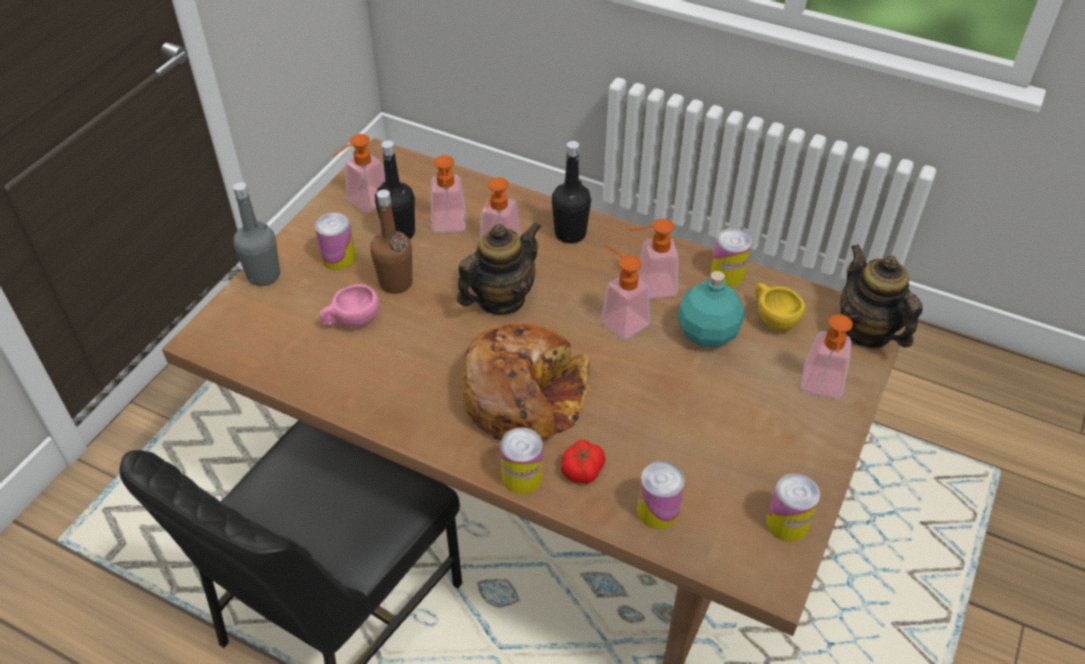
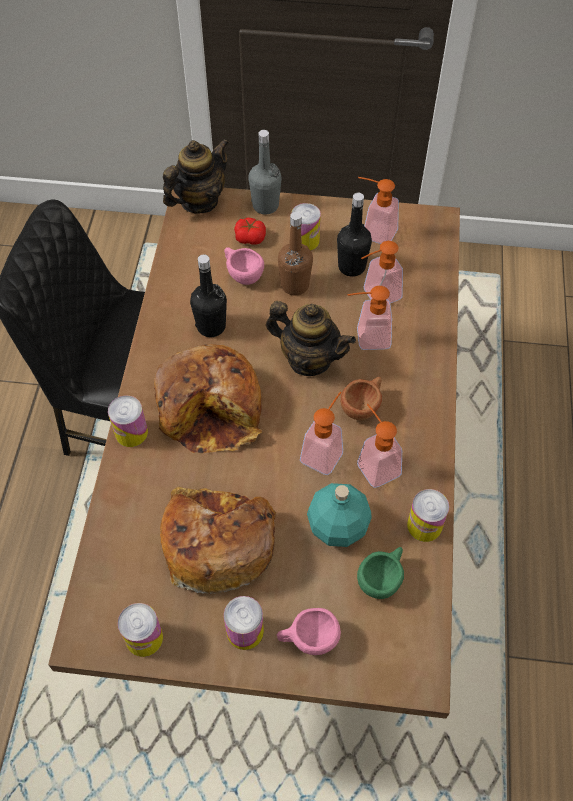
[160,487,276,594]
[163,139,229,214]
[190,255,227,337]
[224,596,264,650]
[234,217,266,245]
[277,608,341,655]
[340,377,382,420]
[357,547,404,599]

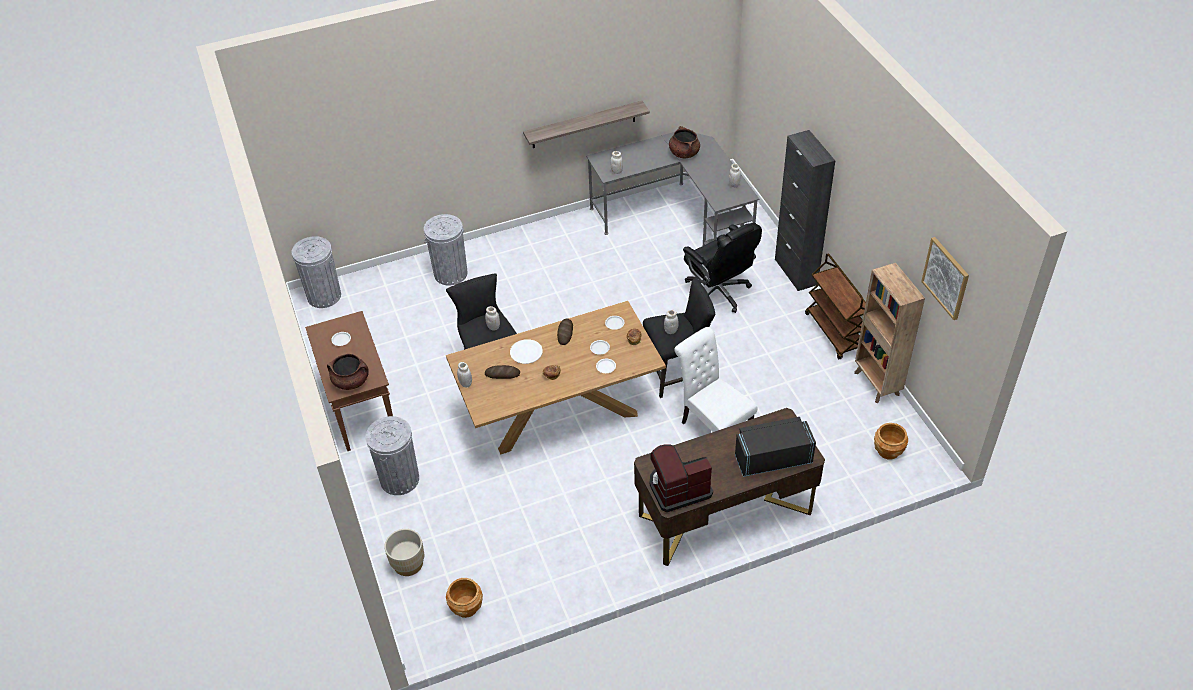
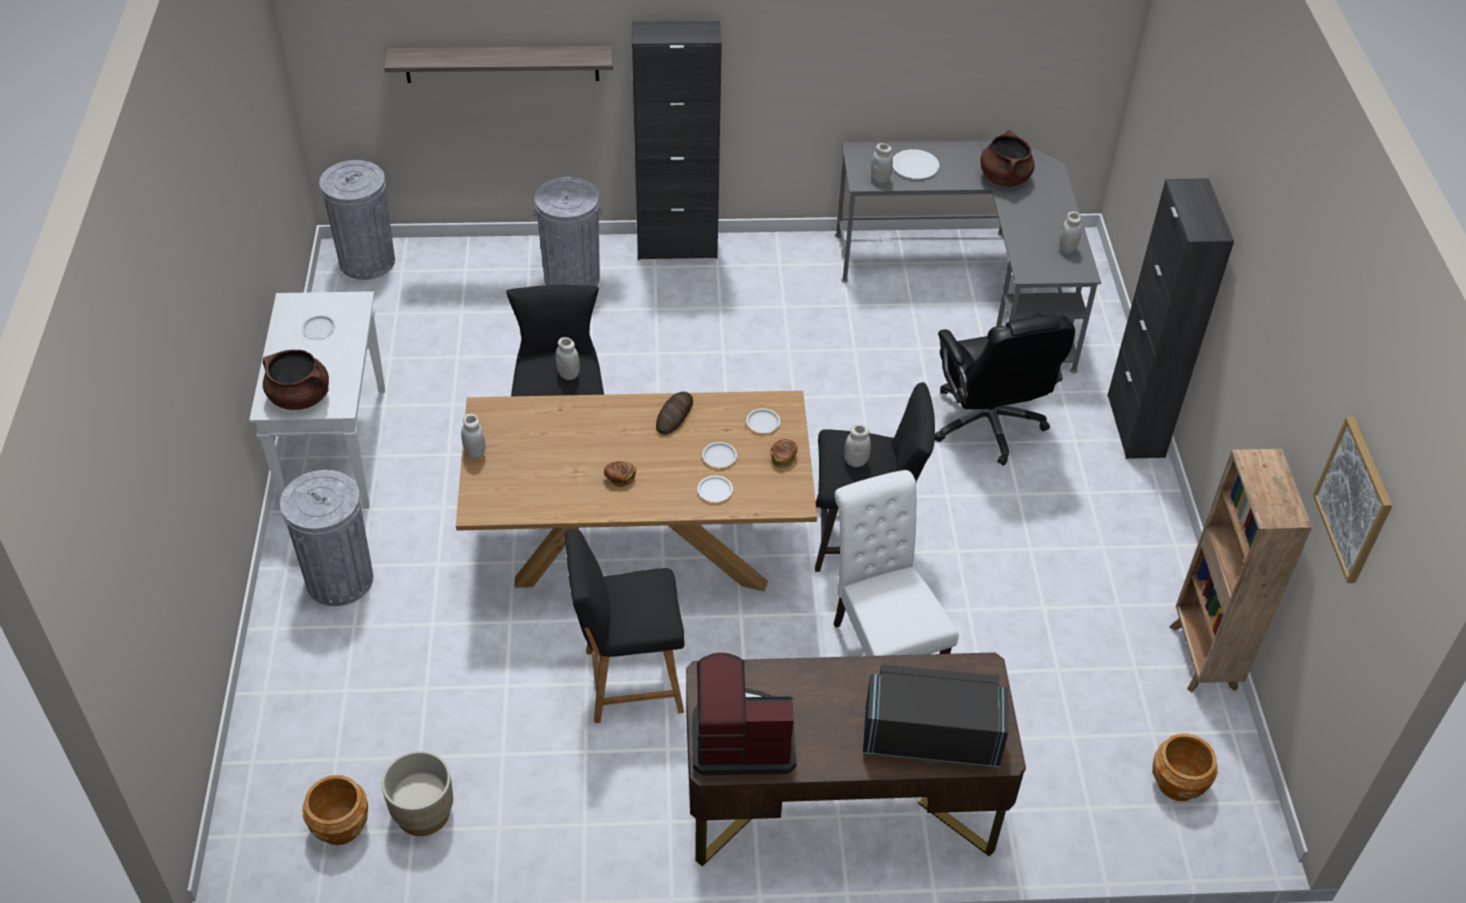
[249,291,385,509]
[382,751,453,836]
[384,46,613,83]
[565,529,685,723]
[632,21,722,260]
[893,149,940,179]
[485,365,520,379] (first image)
[805,253,866,359] (first image)

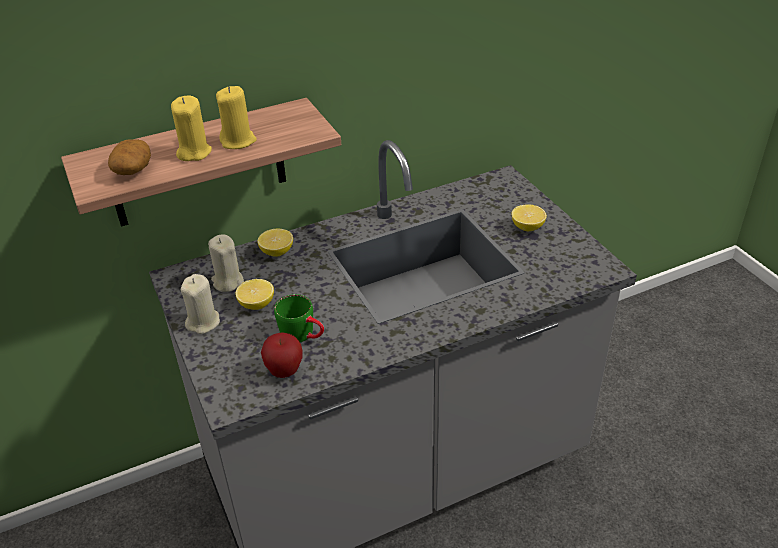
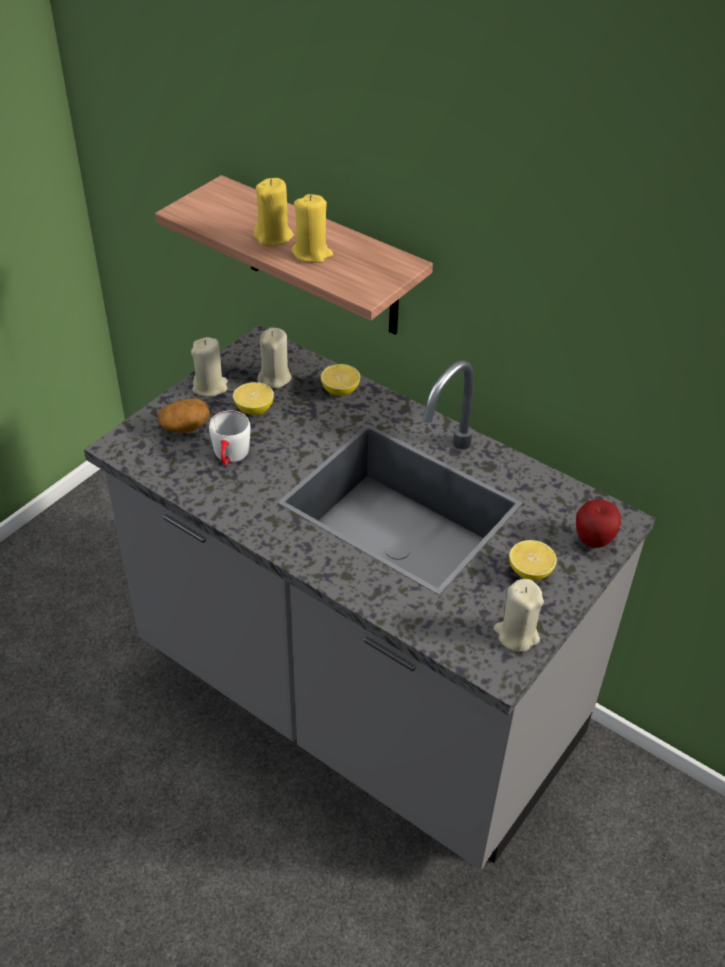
[158,398,210,433]
[209,410,250,466]
[494,579,544,652]
[576,500,621,548]

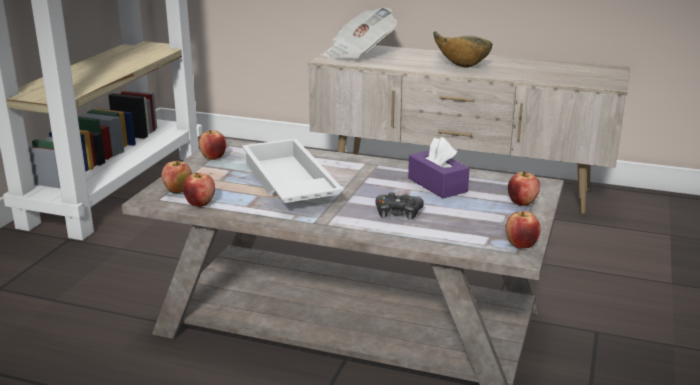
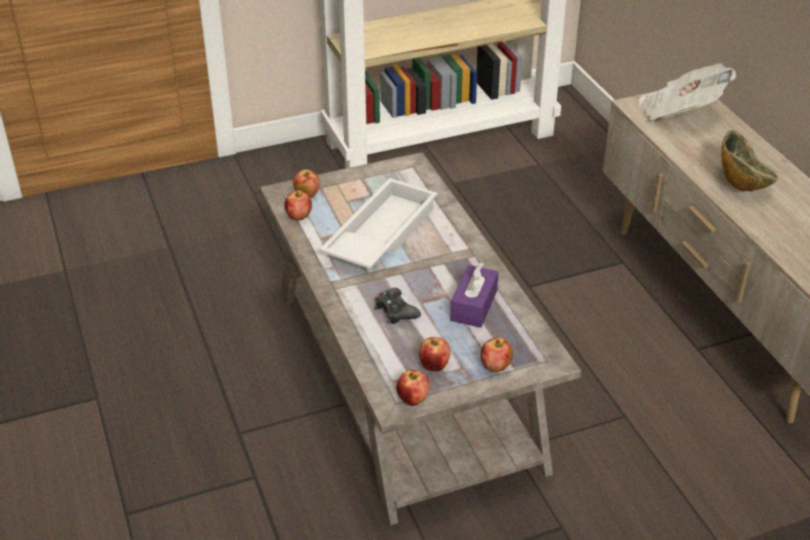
[419,337,451,372]

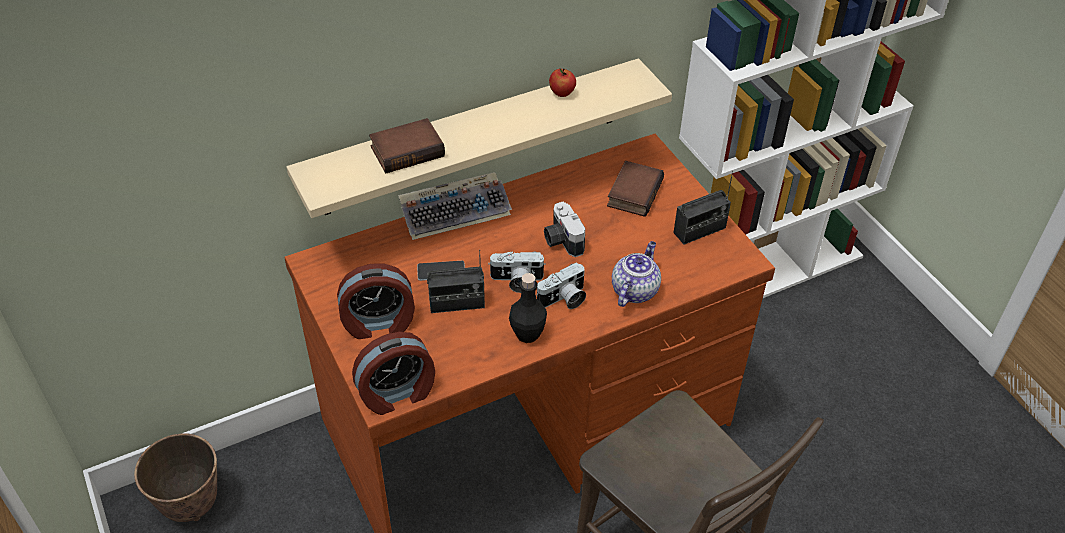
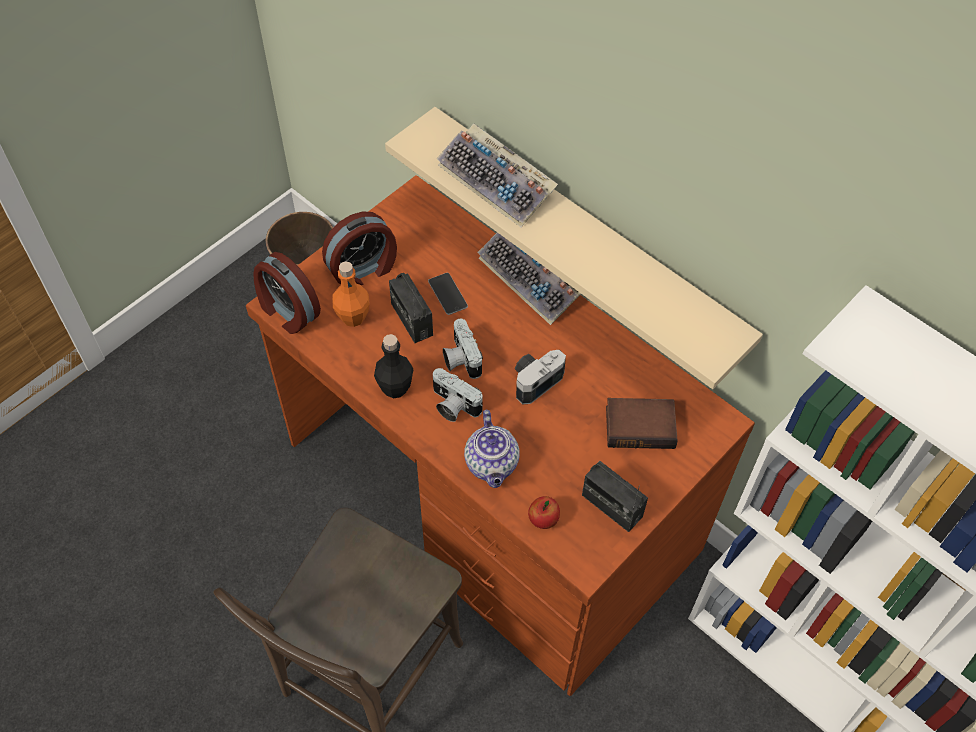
[322,211,397,285]
[332,261,370,327]
[437,124,558,227]
[464,410,520,488]
[528,496,560,529]

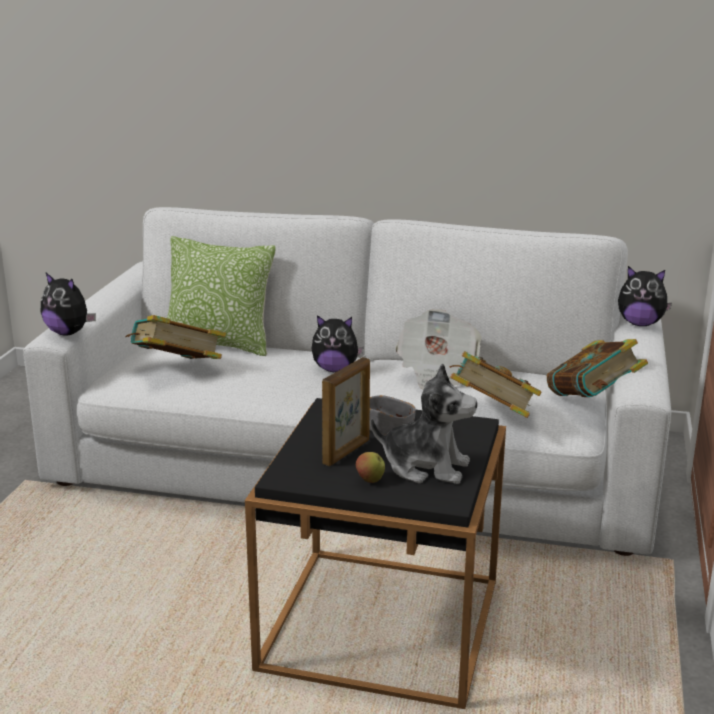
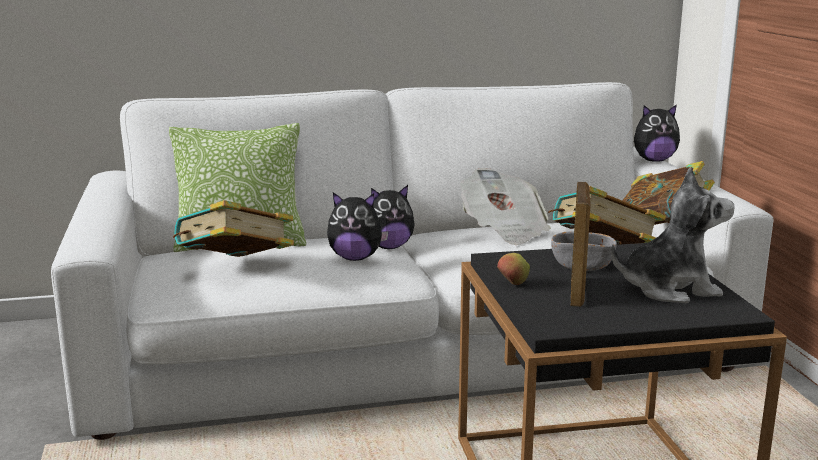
[327,192,389,261]
[497,253,530,285]

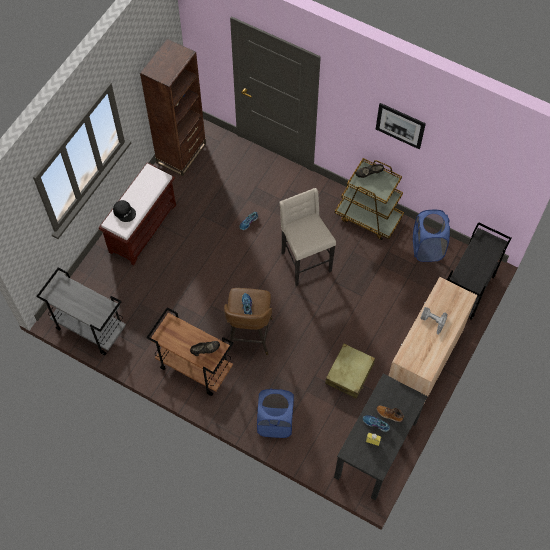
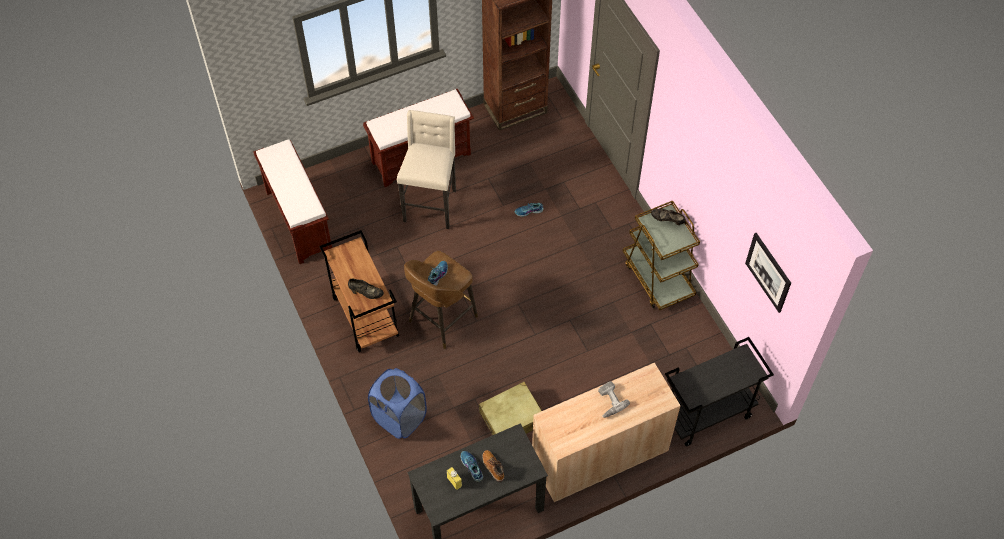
[253,139,333,264]
[397,110,456,229]
[745,233,791,313]
[113,200,136,222] (first image)
[413,210,450,262] (first image)

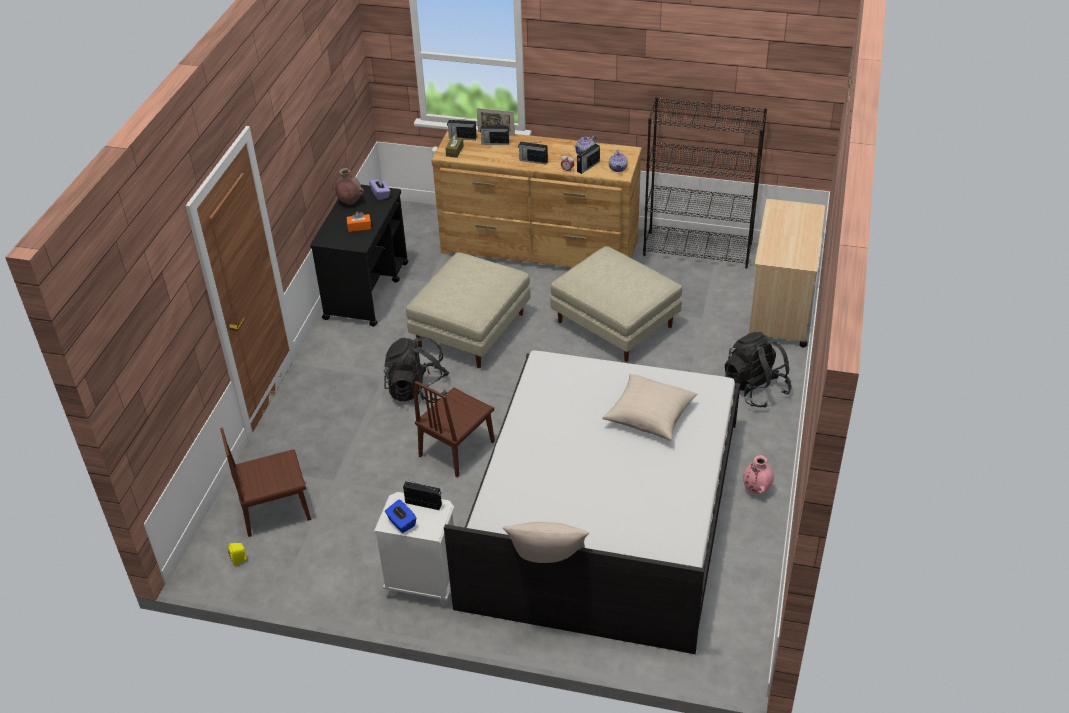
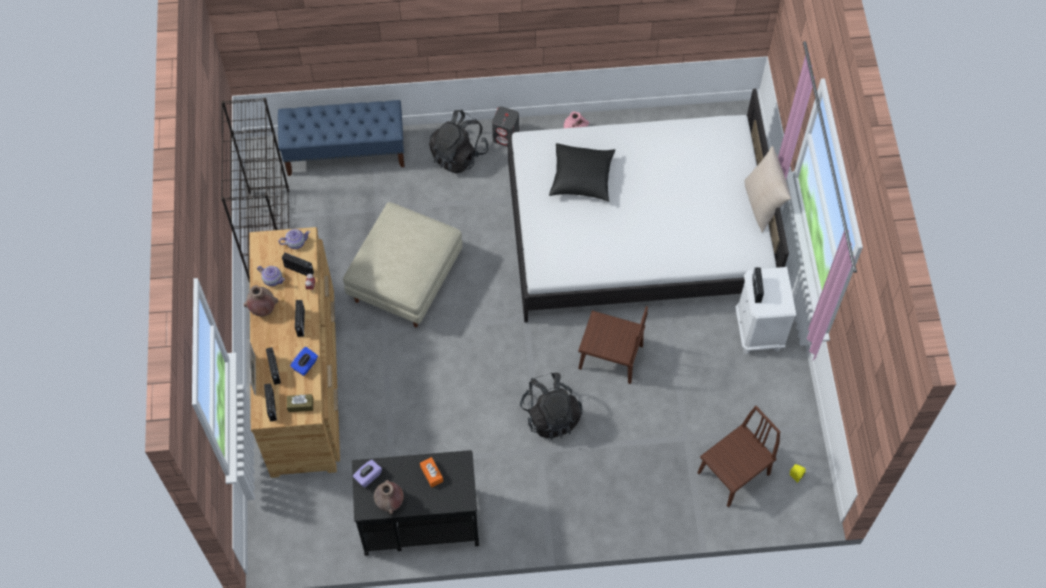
[244,285,278,316]
[278,100,405,176]
[290,347,318,376]
[492,106,519,147]
[549,143,615,202]
[697,406,781,507]
[406,252,530,368] (first image)

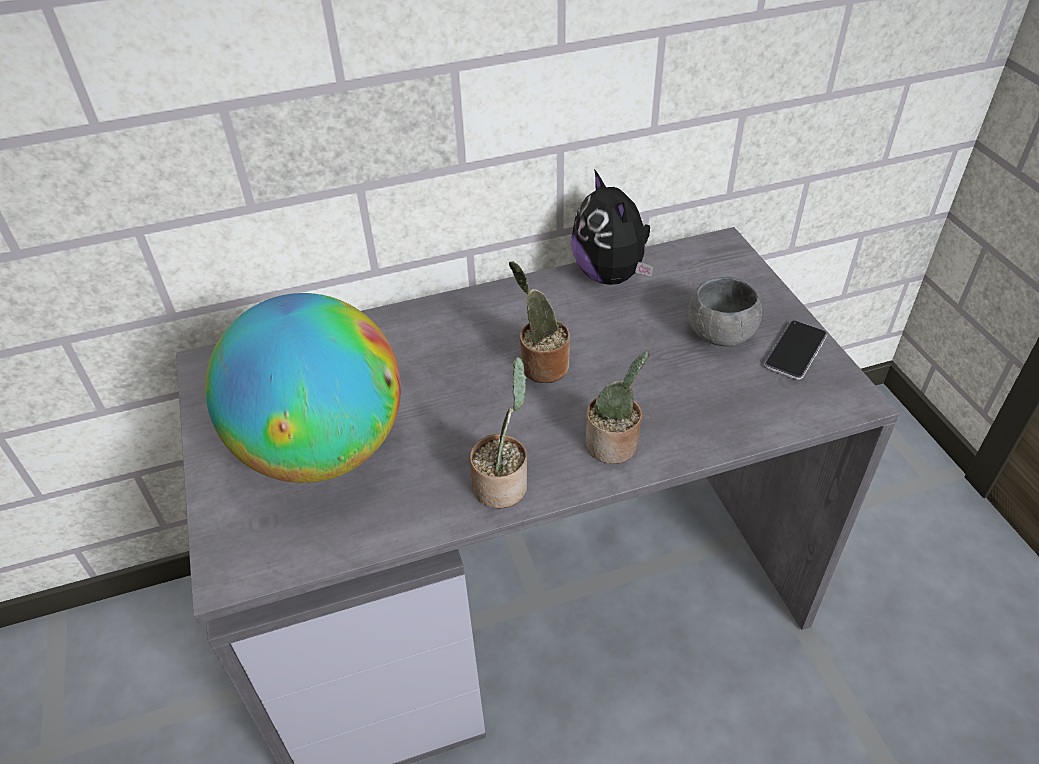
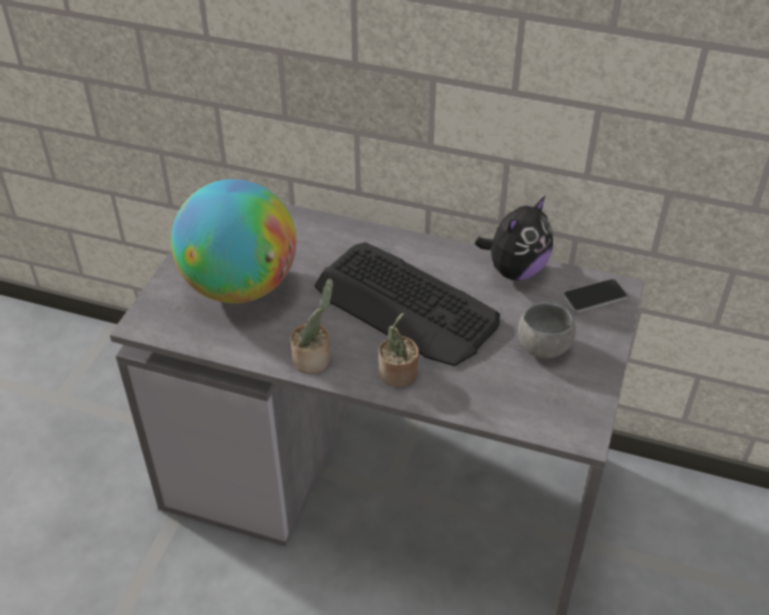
[314,242,500,366]
[475,195,553,280]
[563,279,628,312]

